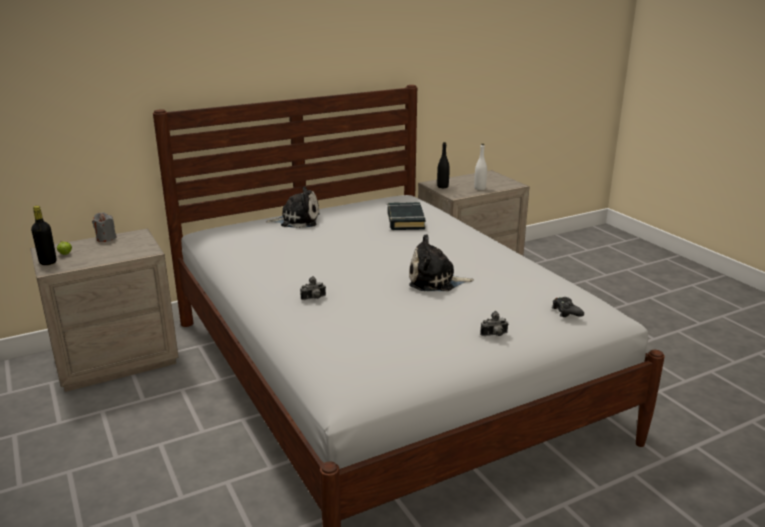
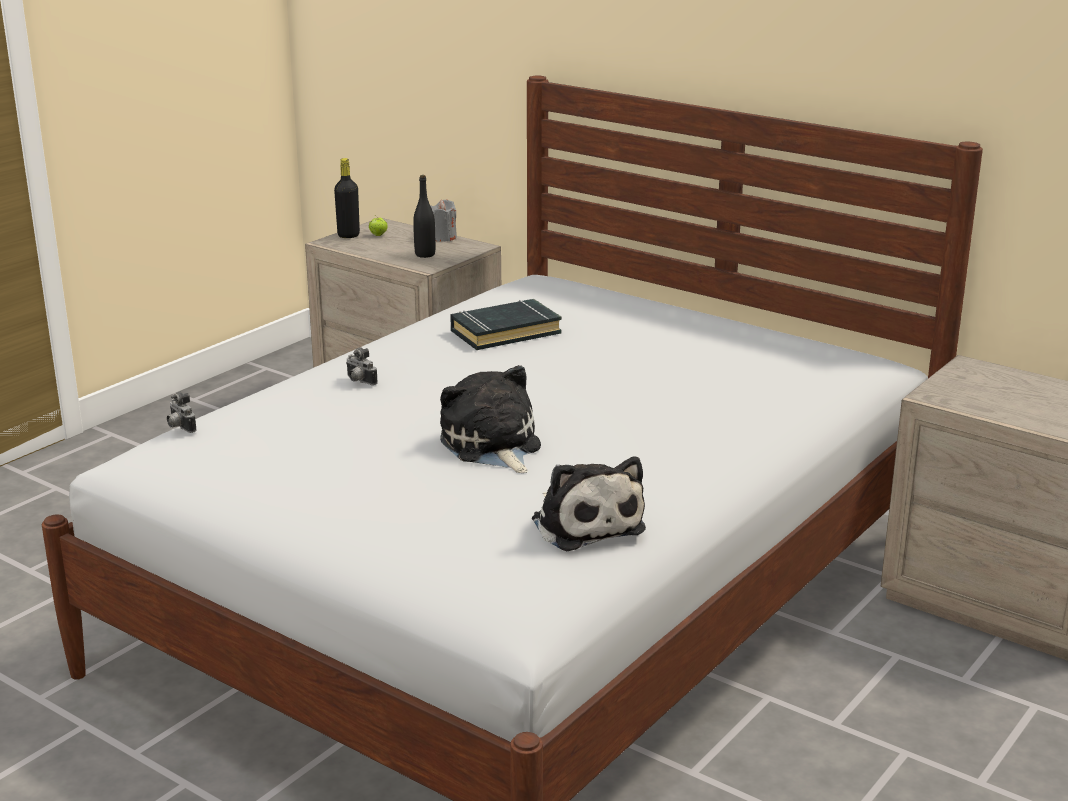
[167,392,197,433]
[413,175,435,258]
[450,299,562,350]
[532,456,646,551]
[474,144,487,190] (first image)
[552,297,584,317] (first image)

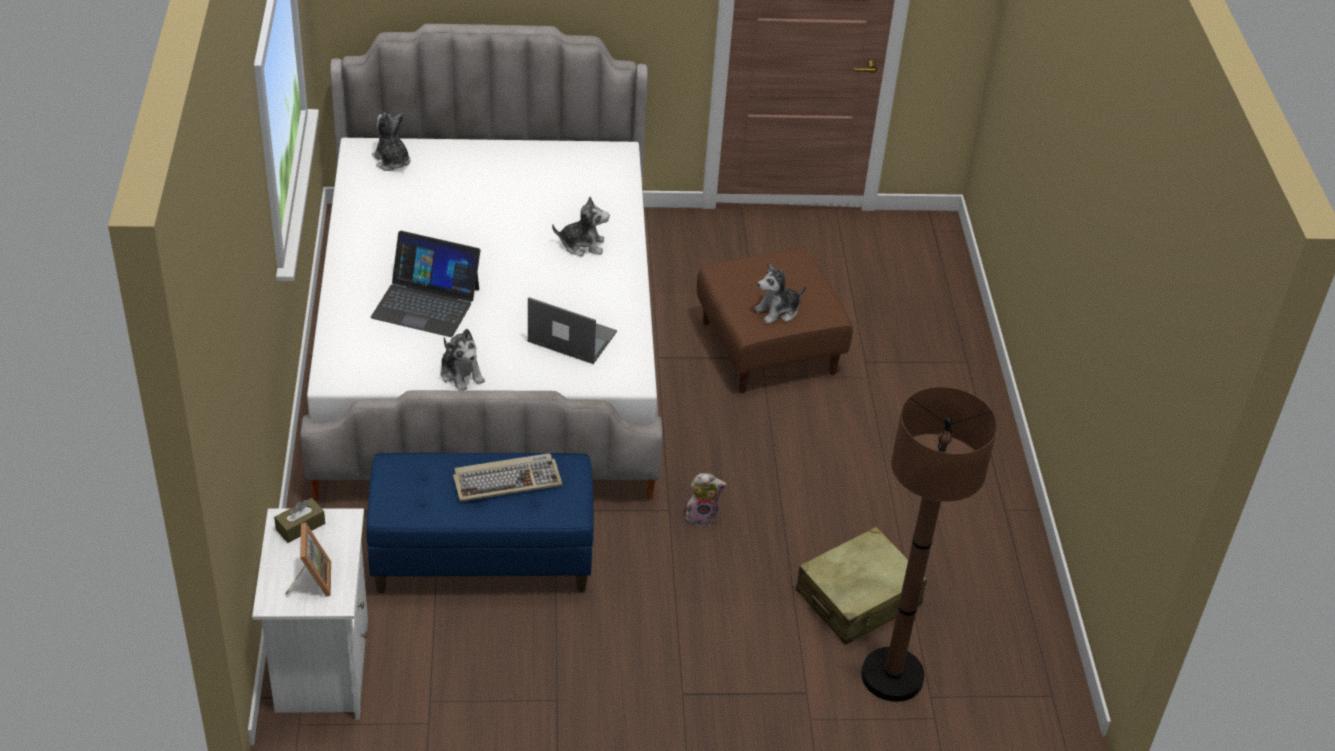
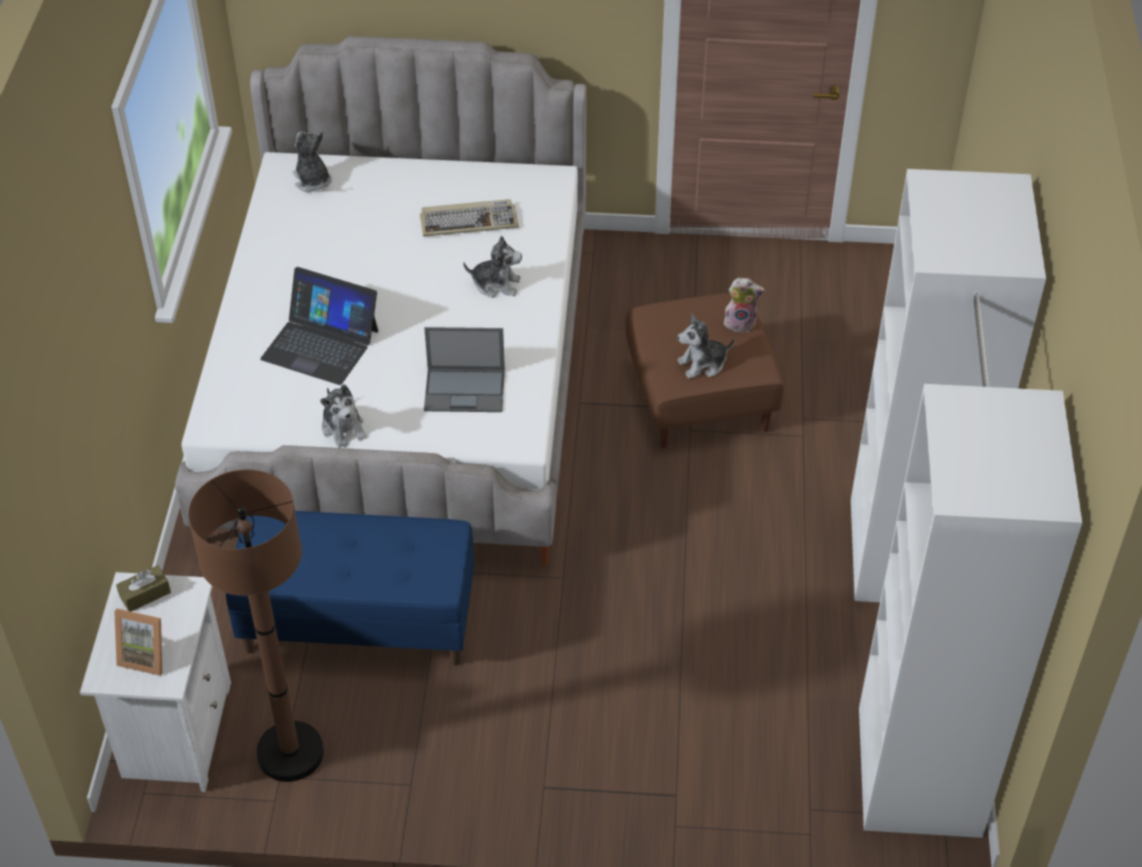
[114,609,162,676]
[188,470,324,782]
[420,199,519,237]
[424,327,505,412]
[724,278,765,333]
[851,169,1082,838]
[796,527,927,645] (first image)

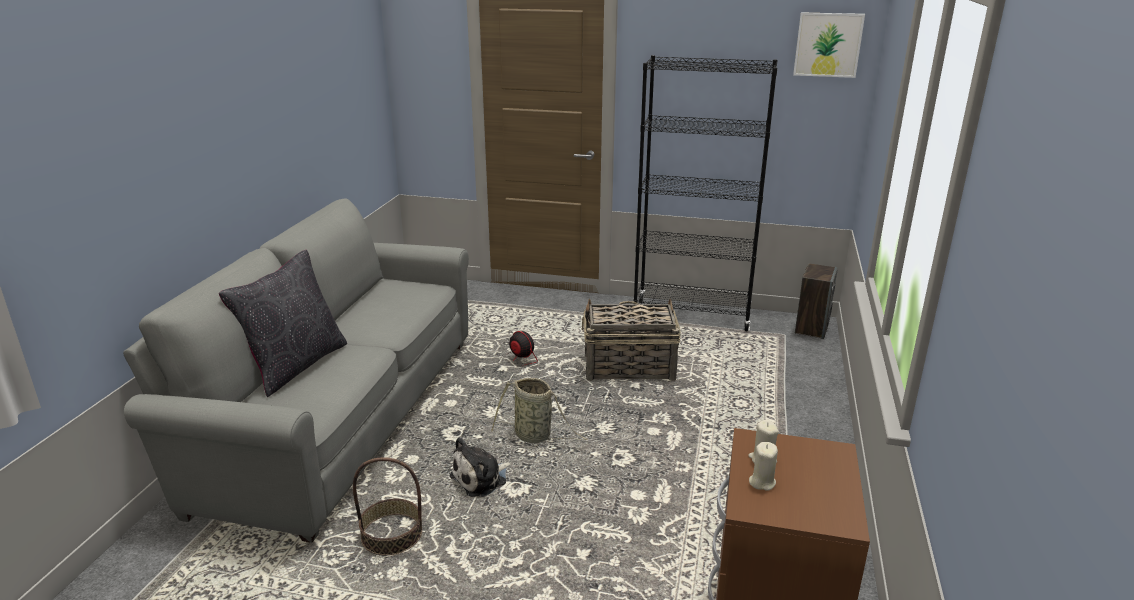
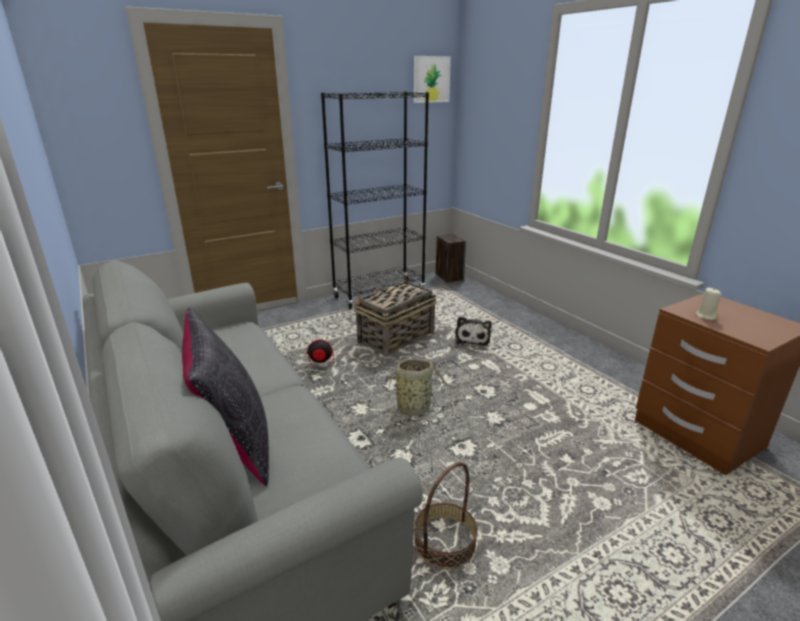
[455,316,491,346]
[749,442,778,491] (first image)

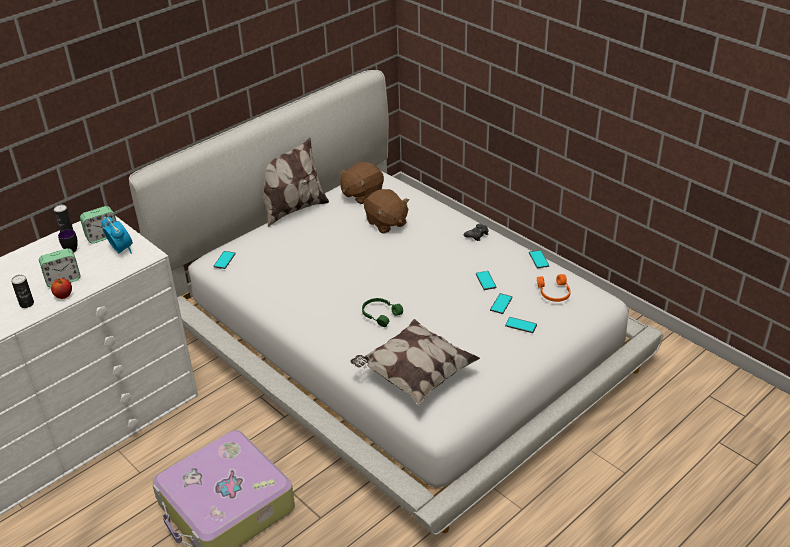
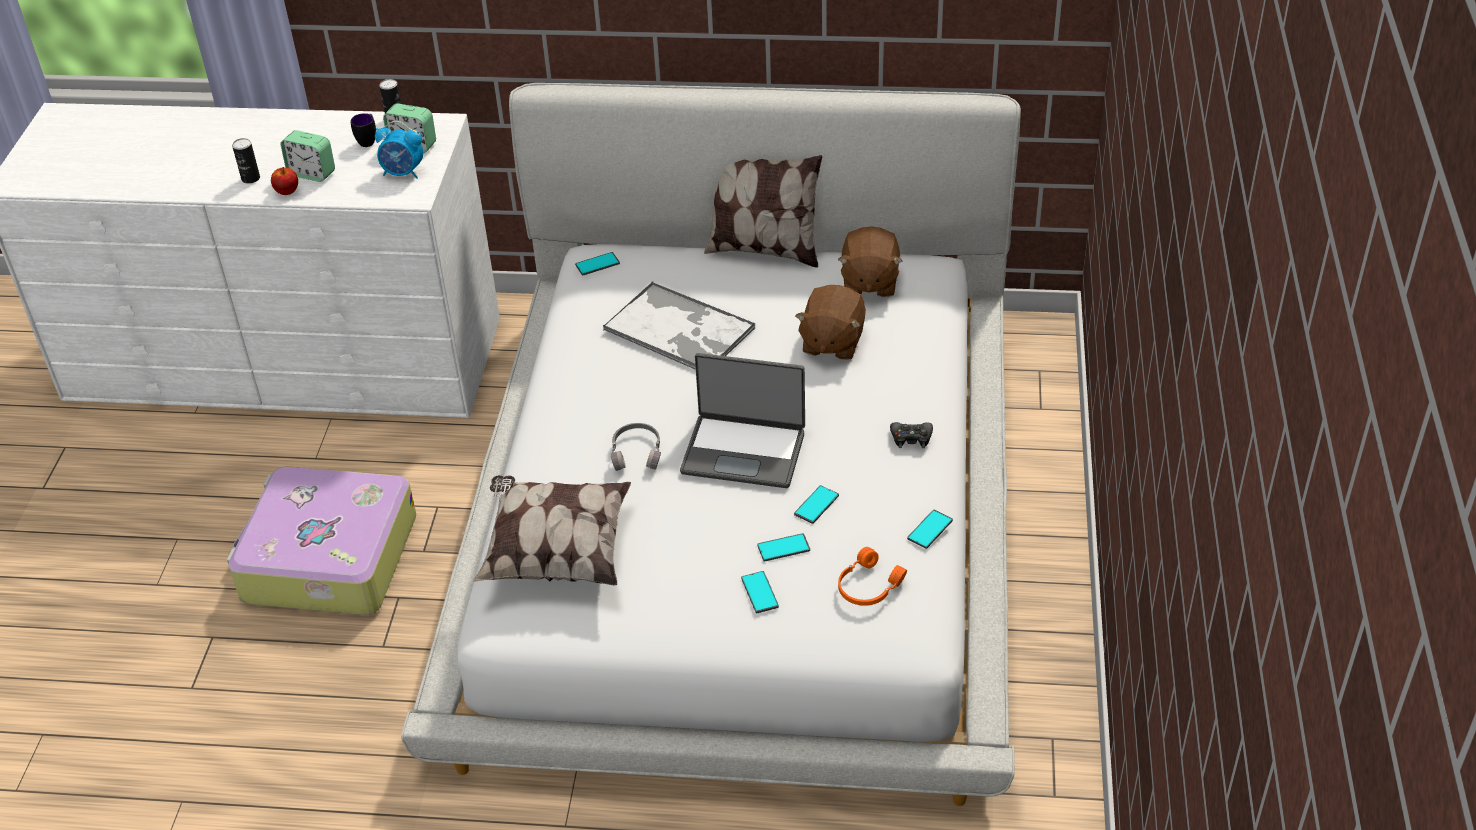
[375,121,423,179]
[603,282,755,370]
[611,423,661,471]
[680,353,805,488]
[838,226,902,297]

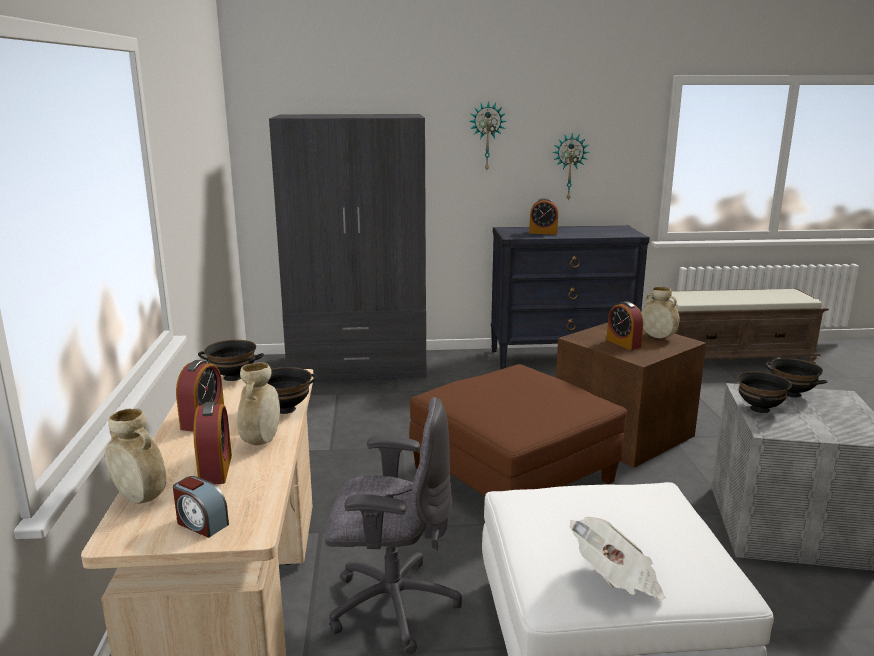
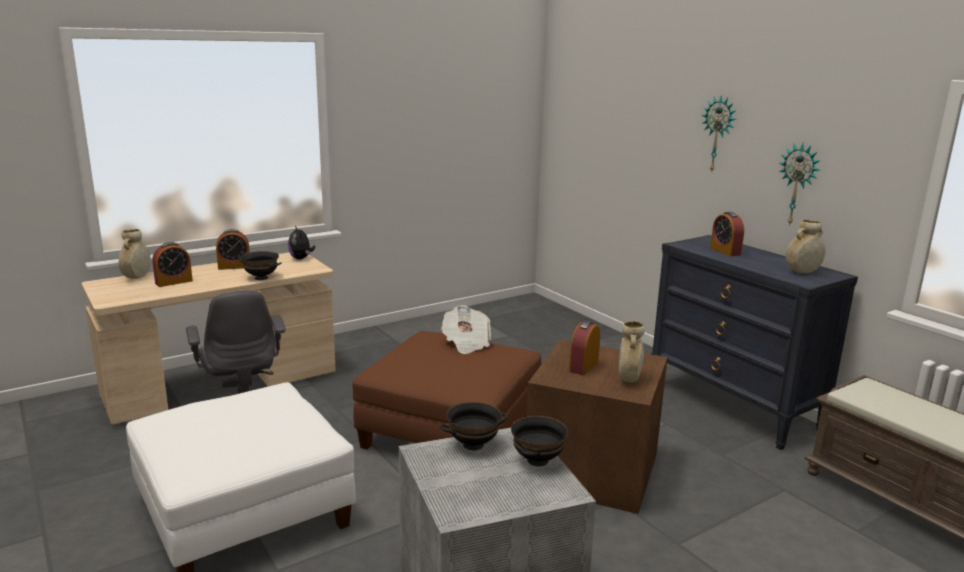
[288,226,315,259]
[441,305,491,354]
[786,220,825,273]
[173,476,229,538] (first image)
[269,114,426,381] (first image)

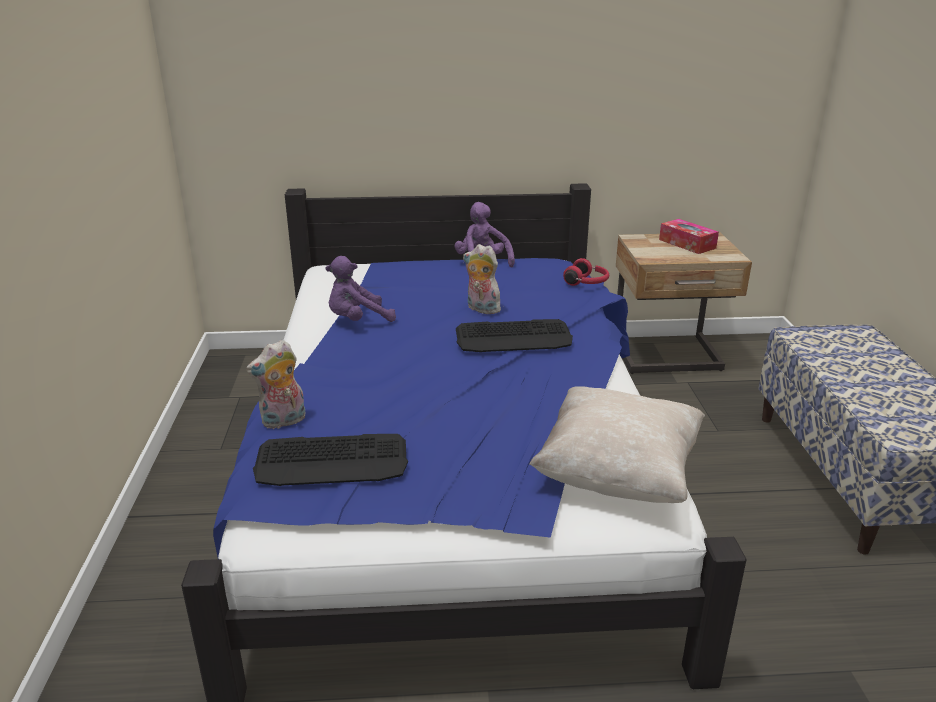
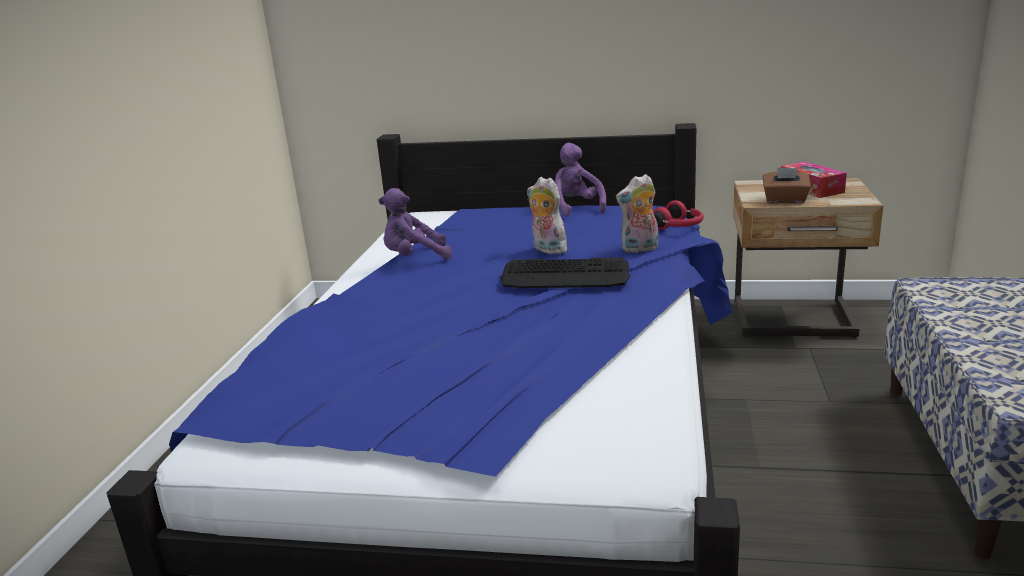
[616,174,658,253]
[762,168,811,203]
[253,434,408,486] (first image)
[529,386,705,503] (first image)

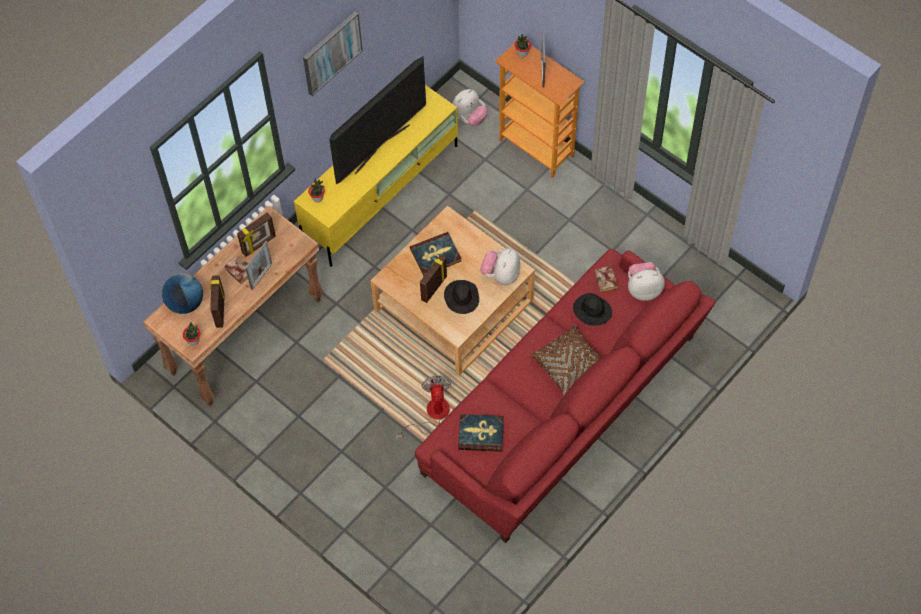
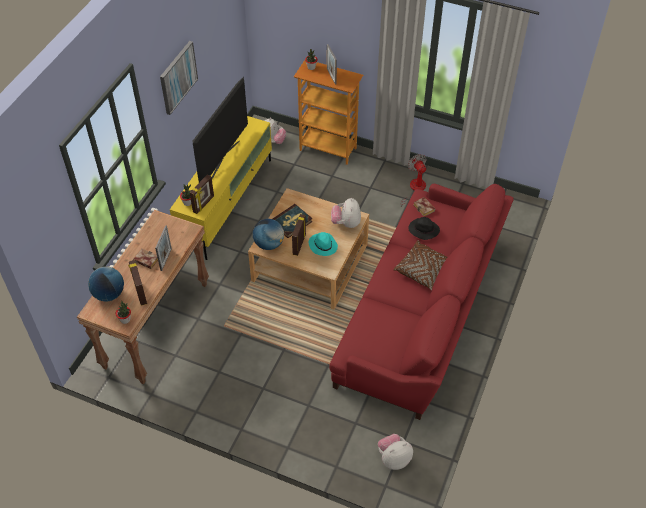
[190,175,214,214]
[253,219,284,250]
[309,232,338,256]
[378,434,413,470]
[400,154,427,207]
[458,414,504,452] (first image)

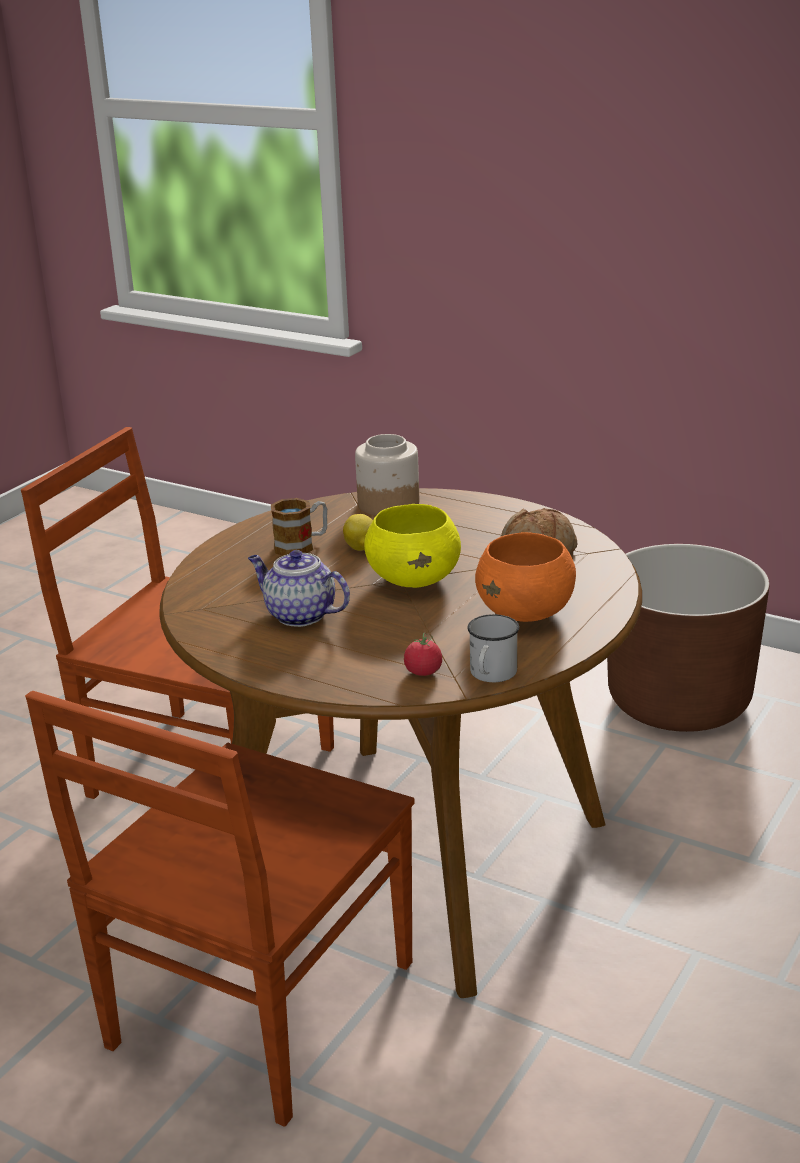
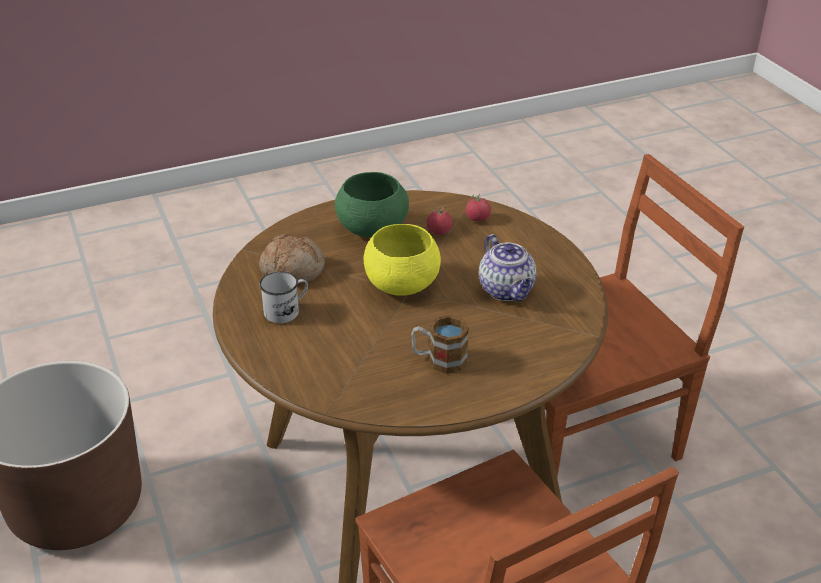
[259,272,308,323]
[335,172,409,237]
[427,206,453,235]
[343,514,373,551] (first image)
[355,434,419,516] (first image)

